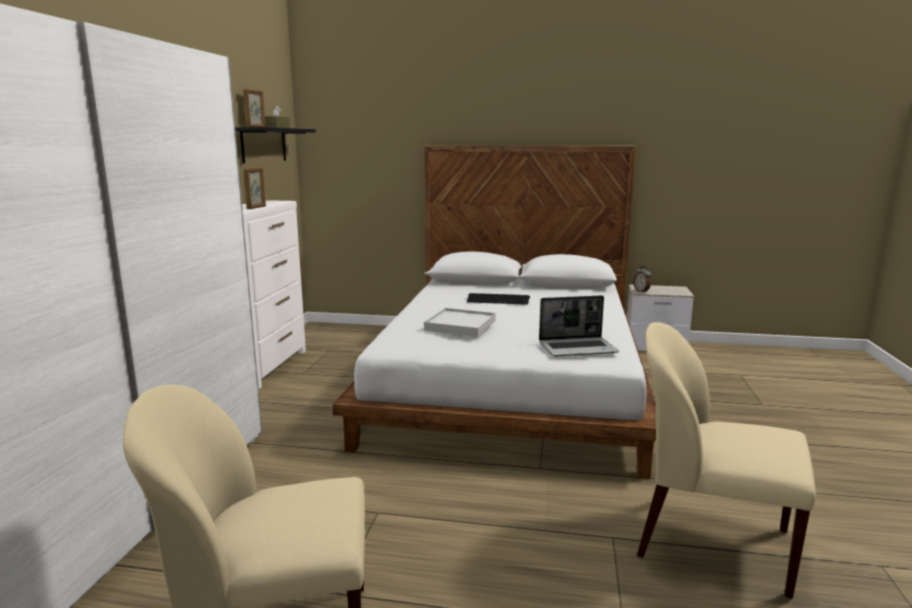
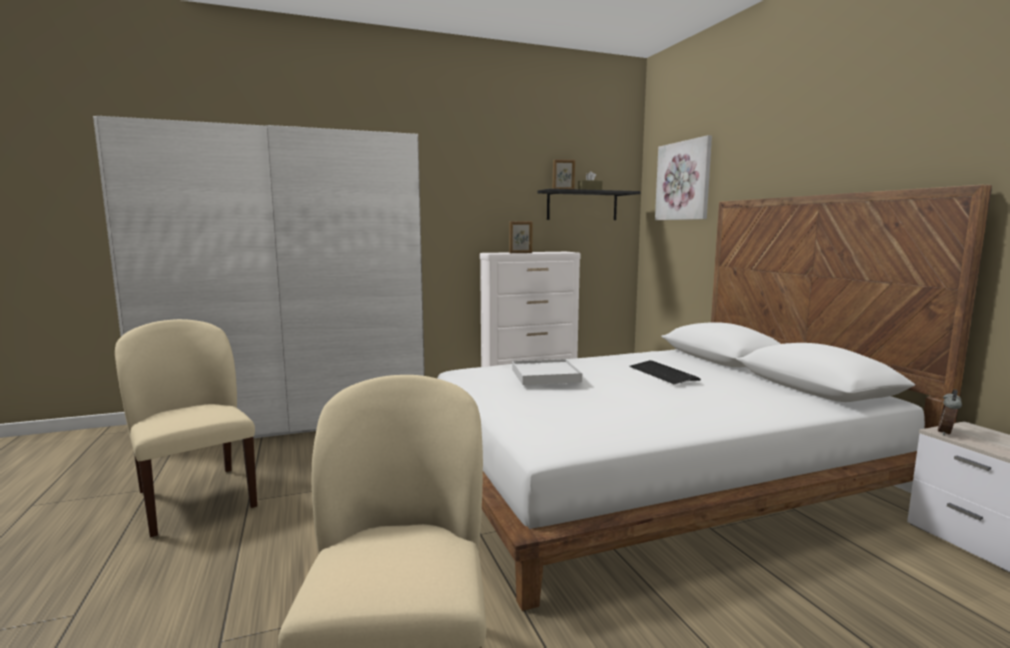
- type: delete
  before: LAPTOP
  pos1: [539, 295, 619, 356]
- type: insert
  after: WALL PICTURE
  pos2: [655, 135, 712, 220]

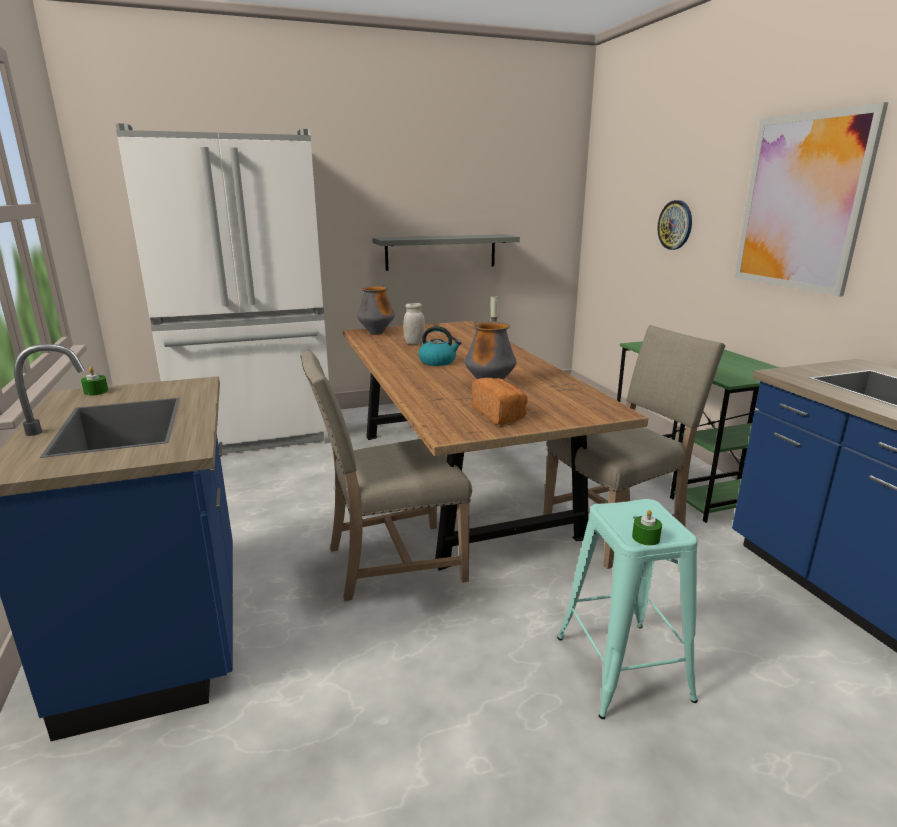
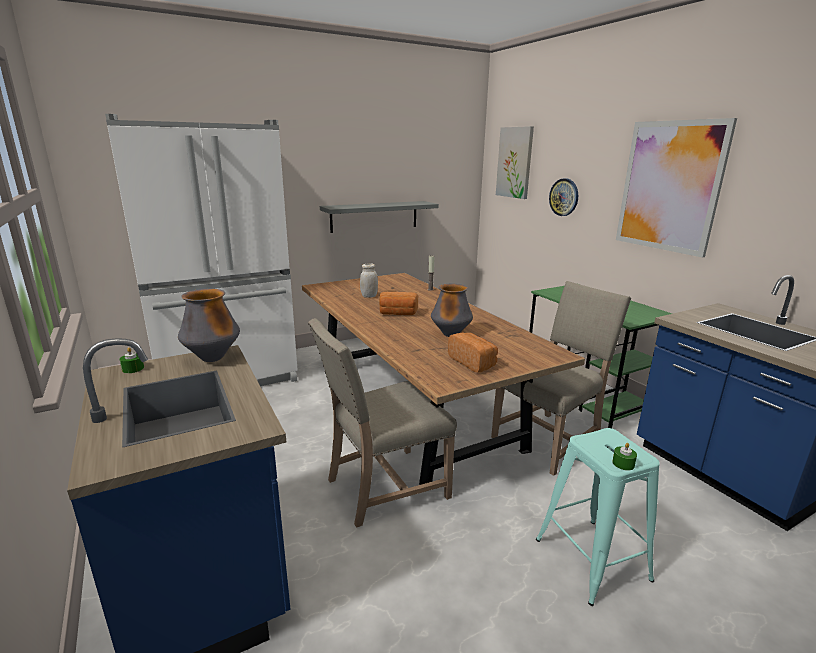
- type: move
  before: VASE
  pos1: [357, 286, 395, 335]
  pos2: [178, 289, 240, 362]
- type: replace
  before: WATER KETTLE
  after: BREAD
  pos1: [418, 326, 461, 366]
  pos2: [379, 292, 418, 315]
- type: insert
  after: WALL PICTURE
  pos2: [496, 126, 534, 199]

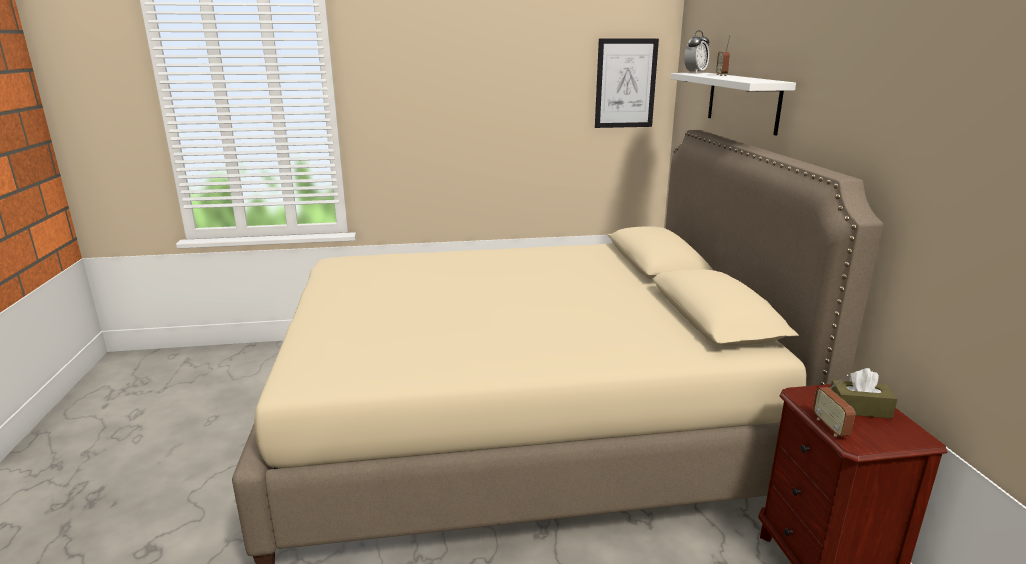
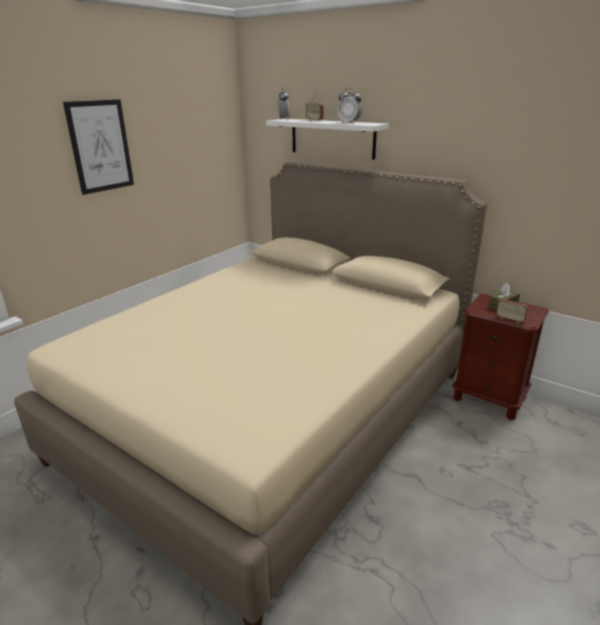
- type: move
  before: WALL PICTURE
  pos1: [595, 39, 659, 128]
  pos2: [63, 99, 134, 195]
- type: insert
  after: BEDSIDE CLOCK
  pos2: [337, 87, 362, 124]

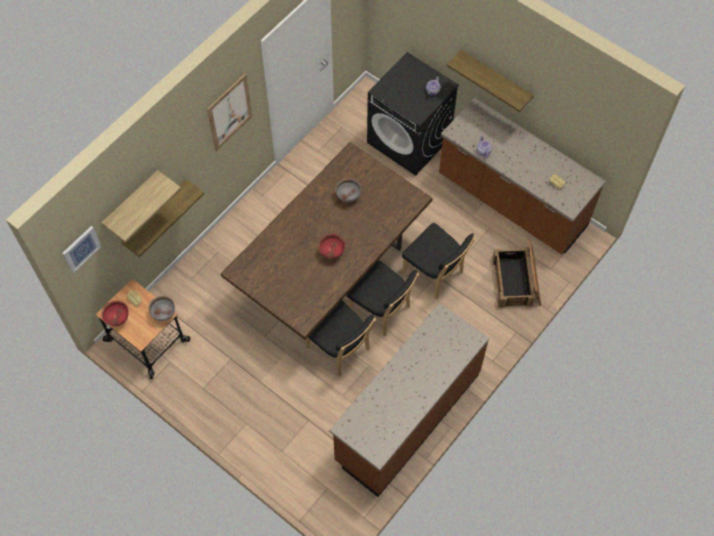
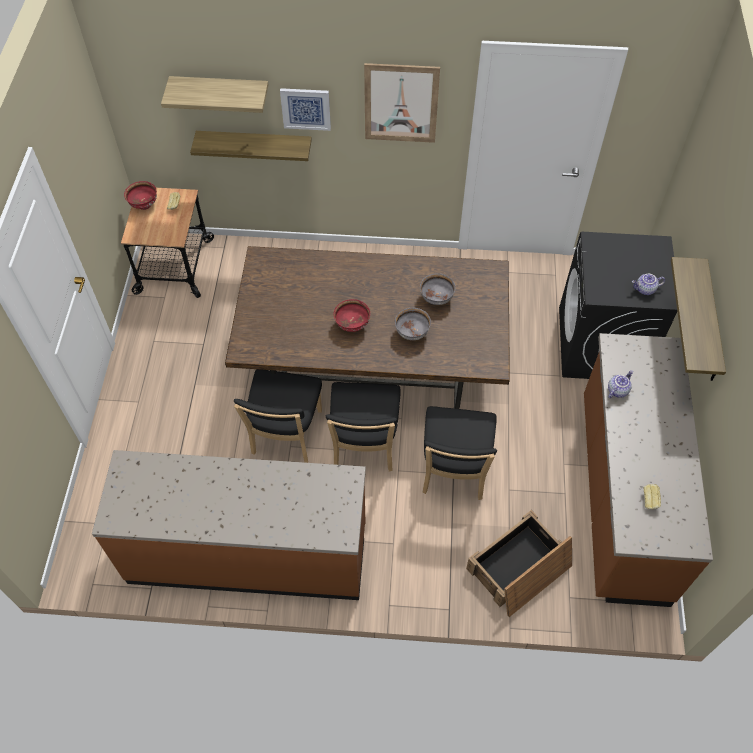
- type: move
  before: WALL PICTURE
  pos1: [63, 226, 101, 273]
  pos2: [280, 88, 331, 131]
- type: move
  before: GREY SERVING BOWL
  pos1: [148, 296, 175, 321]
  pos2: [395, 308, 431, 340]

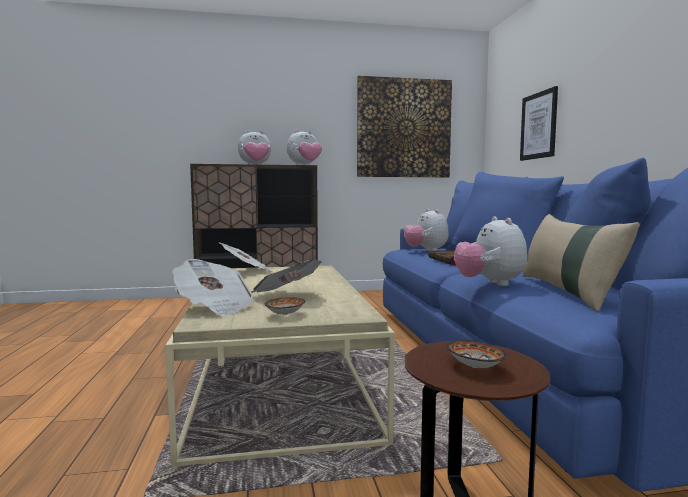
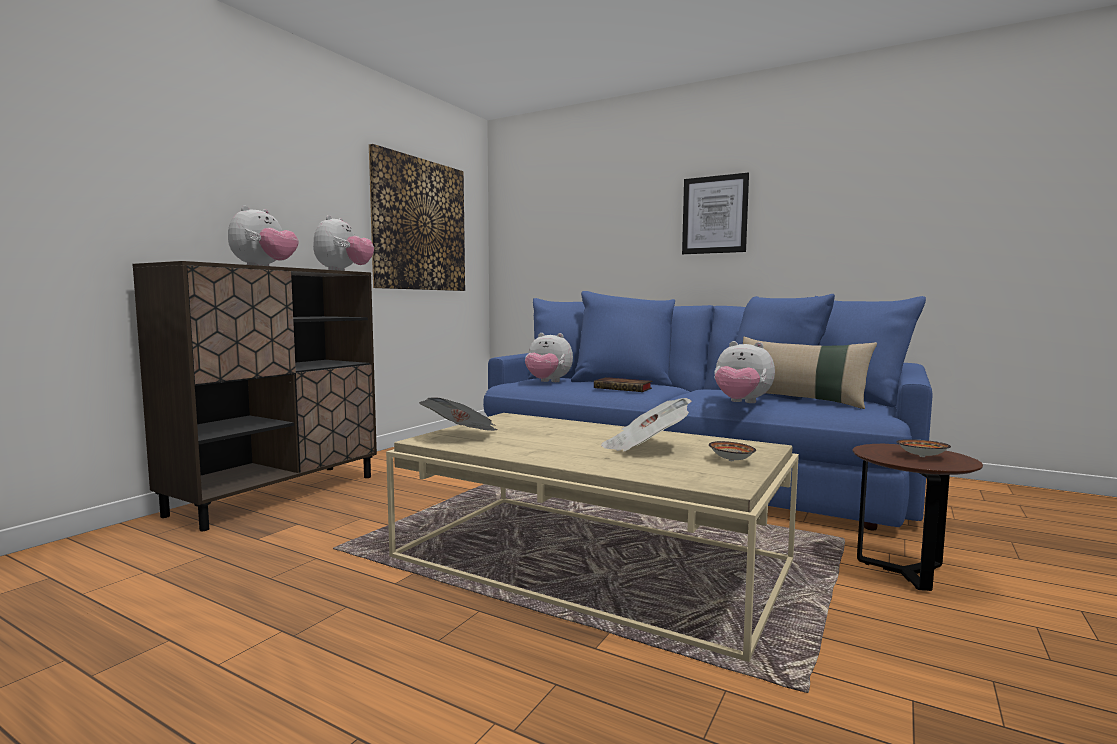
- type: delete
  before: NEWSPAPER
  pos1: [172, 259, 255, 317]
- type: move
  before: WALL PICTURE
  pos1: [520, 86, 558, 161]
  pos2: [682, 173, 749, 254]

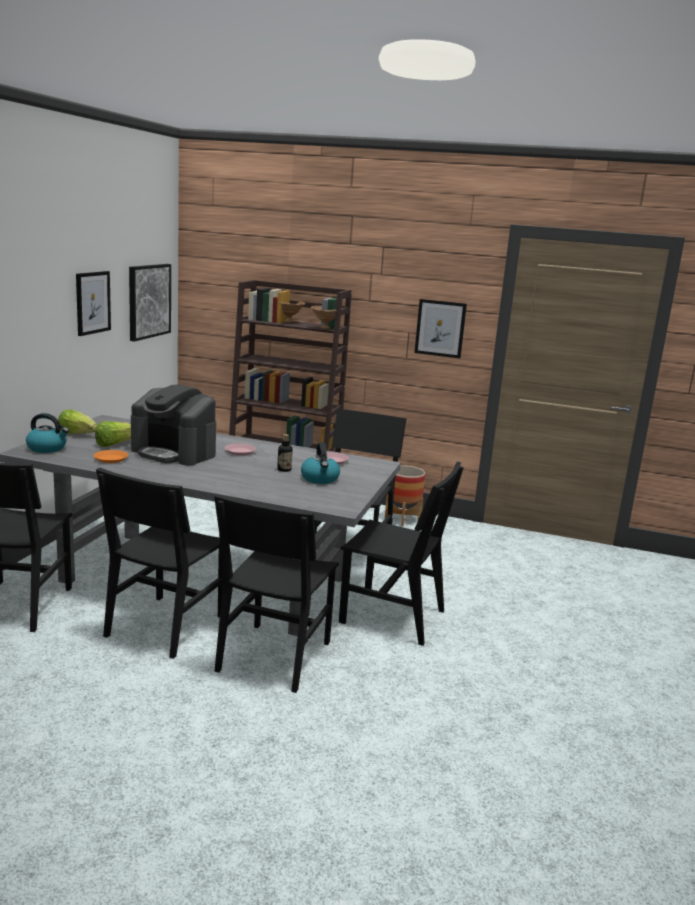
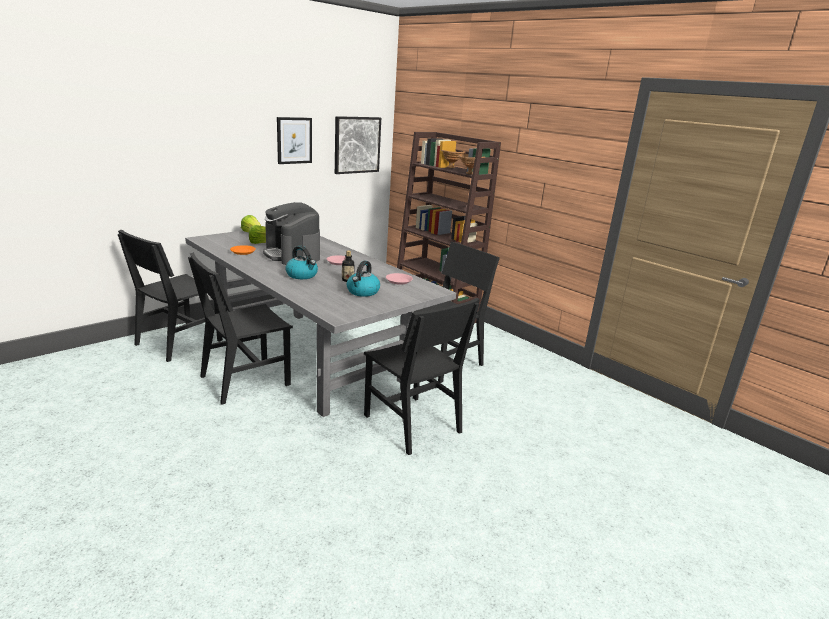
- type: move
  before: WATER KETTLE
  pos1: [26, 413, 69, 453]
  pos2: [285, 246, 318, 279]
- type: delete
  before: BLACK-COLOURED CHAIR
  pos1: [214, 494, 339, 693]
- type: delete
  before: PLANT POT
  pos1: [385, 465, 425, 526]
- type: delete
  before: WALL PICTURE
  pos1: [414, 299, 467, 358]

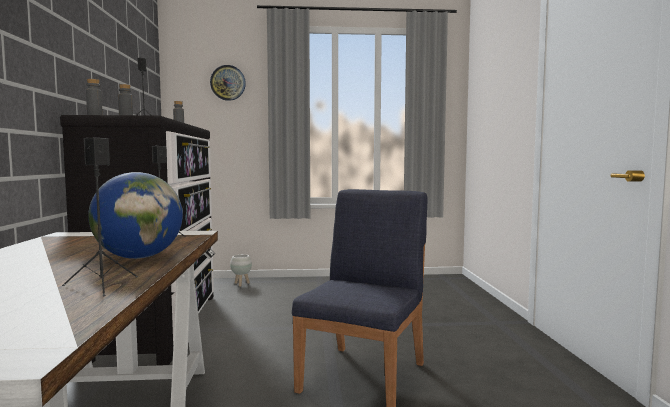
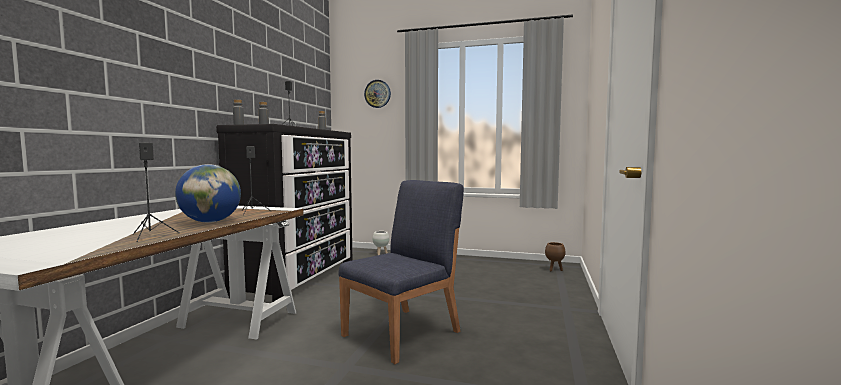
- type: insert
  after: BROWNISH PLANT POT
  pos2: [545, 242, 566, 271]

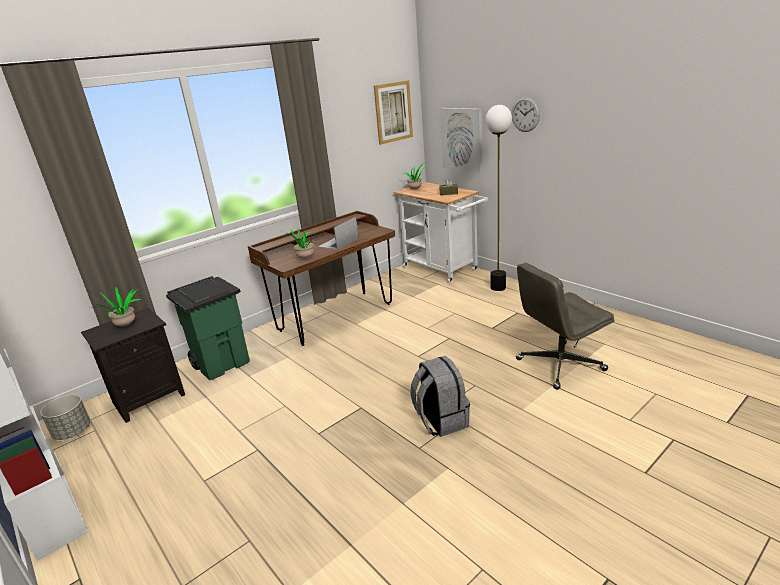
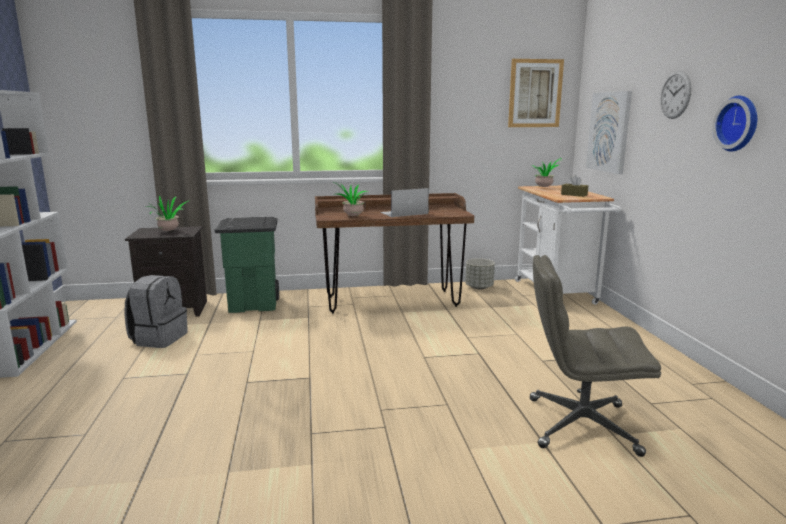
- type: move
  before: GREY PLANT POT
  pos1: [40, 395, 90, 440]
  pos2: [465, 258, 495, 289]
- type: move
  before: GREY RUCKSACK
  pos1: [411, 356, 470, 437]
  pos2: [124, 275, 188, 348]
- type: delete
  before: STANDARD LAMP
  pos1: [485, 105, 512, 291]
- type: insert
  after: WALL CLOCK
  pos2: [712, 96, 757, 152]

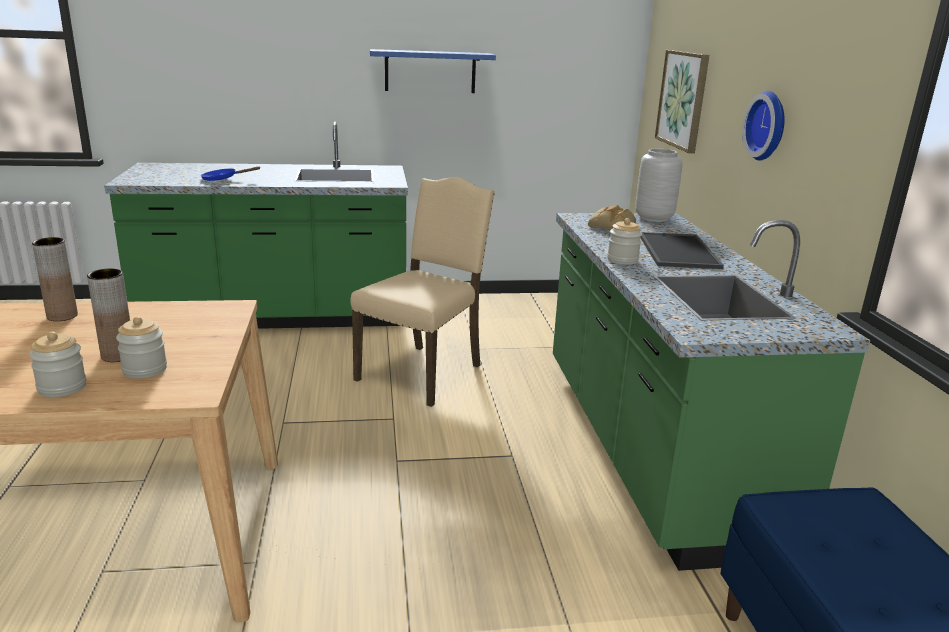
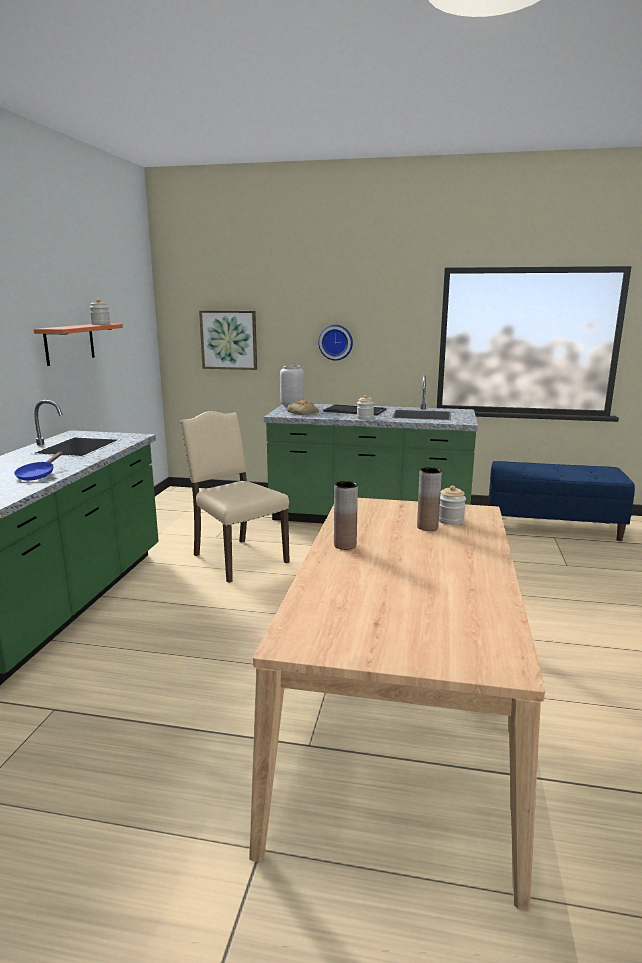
- type: move
  before: JAR
  pos1: [29, 332, 86, 397]
  pos2: [90, 299, 110, 325]
- type: recolor
  before: BLUE SHELF
  after: ORANGE-COLOURED SHELF
  pos1: [370, 49, 496, 93]
  pos2: [34, 324, 123, 366]

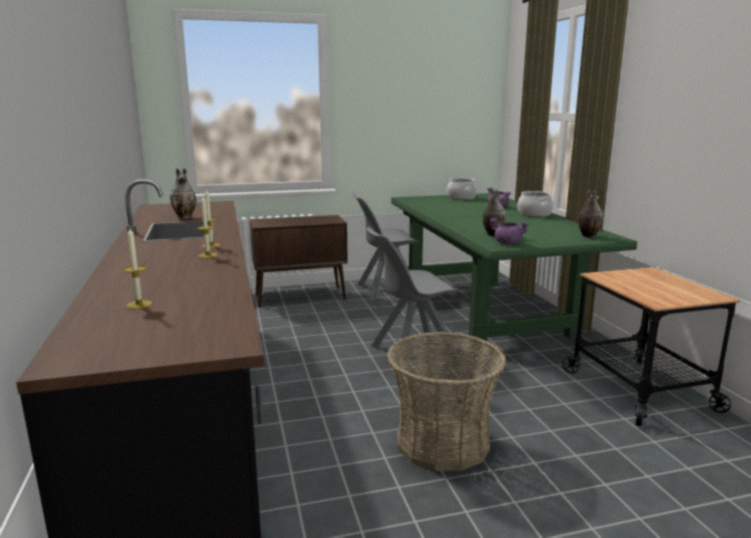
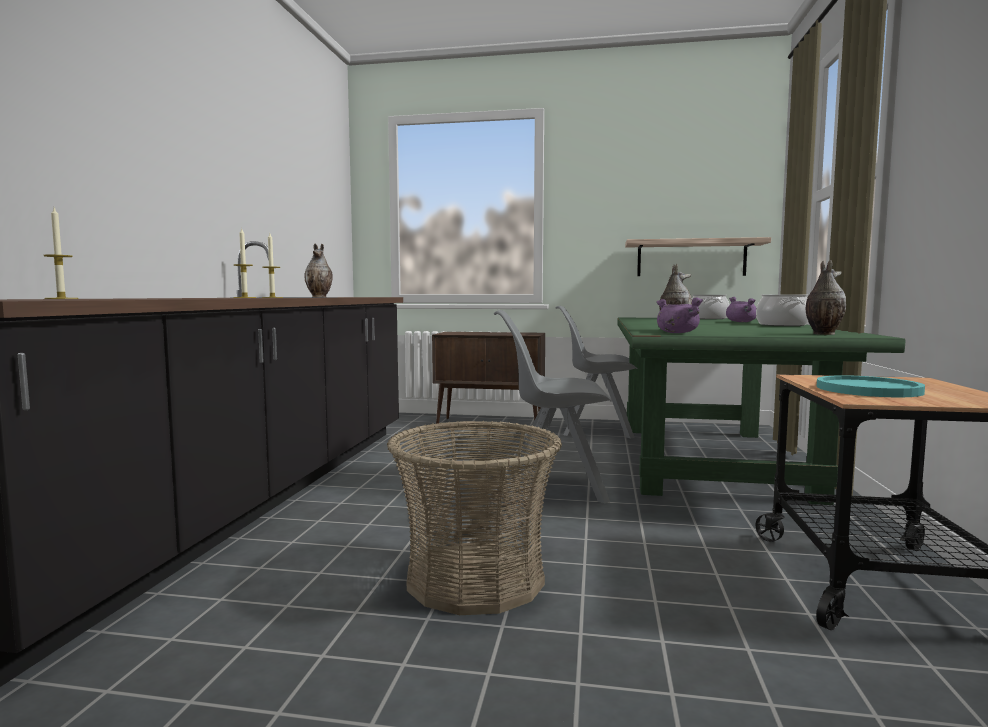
- type: insert
  after: SHELF
  pos2: [625, 237, 771, 276]
- type: insert
  after: TURQUOISE-COLOURED FLAT DISH
  pos2: [817, 375, 925, 397]

